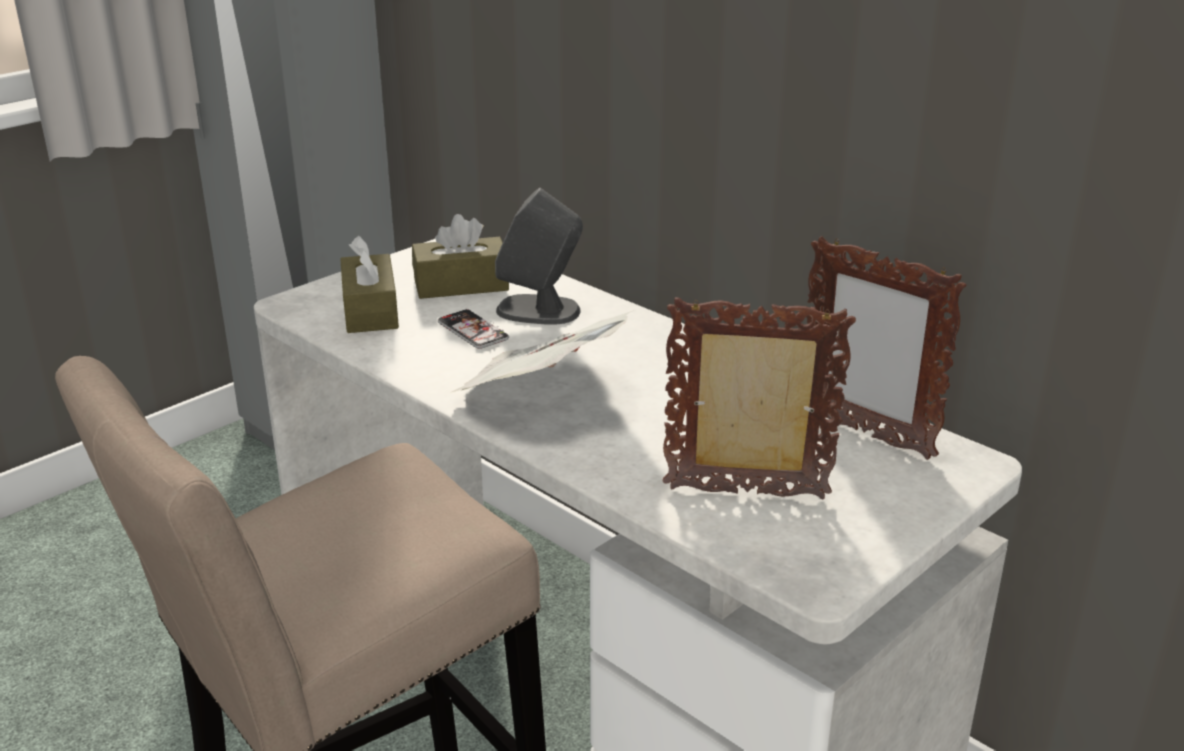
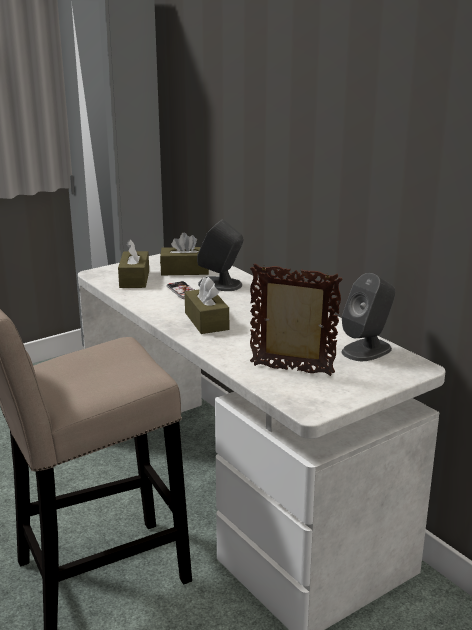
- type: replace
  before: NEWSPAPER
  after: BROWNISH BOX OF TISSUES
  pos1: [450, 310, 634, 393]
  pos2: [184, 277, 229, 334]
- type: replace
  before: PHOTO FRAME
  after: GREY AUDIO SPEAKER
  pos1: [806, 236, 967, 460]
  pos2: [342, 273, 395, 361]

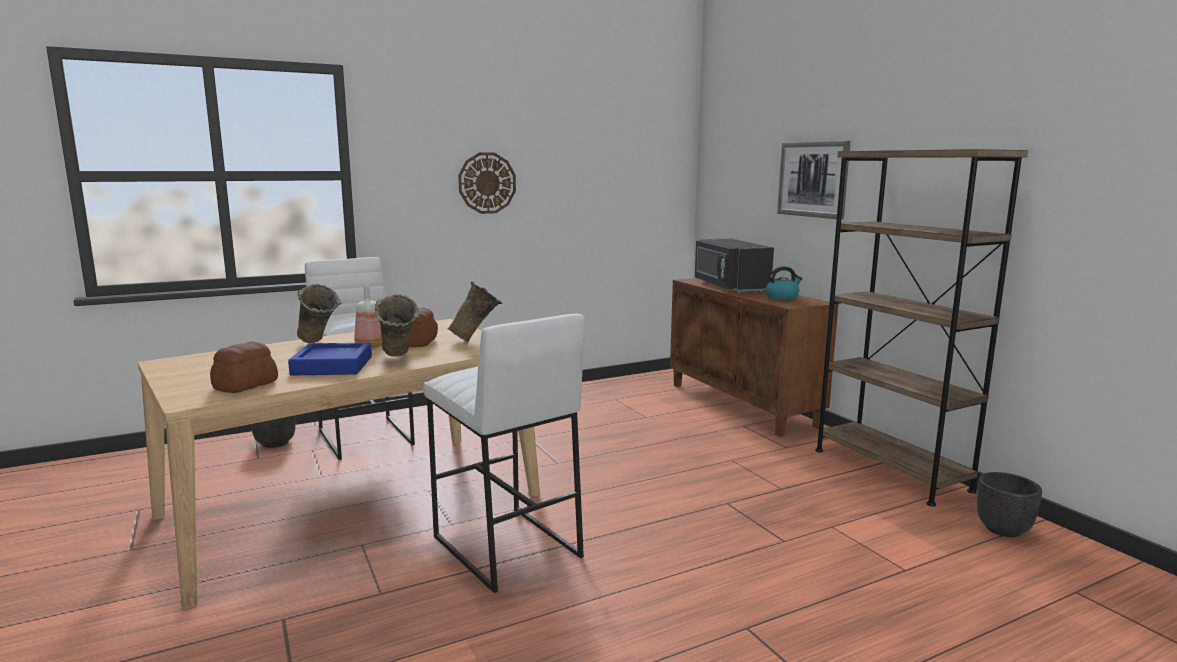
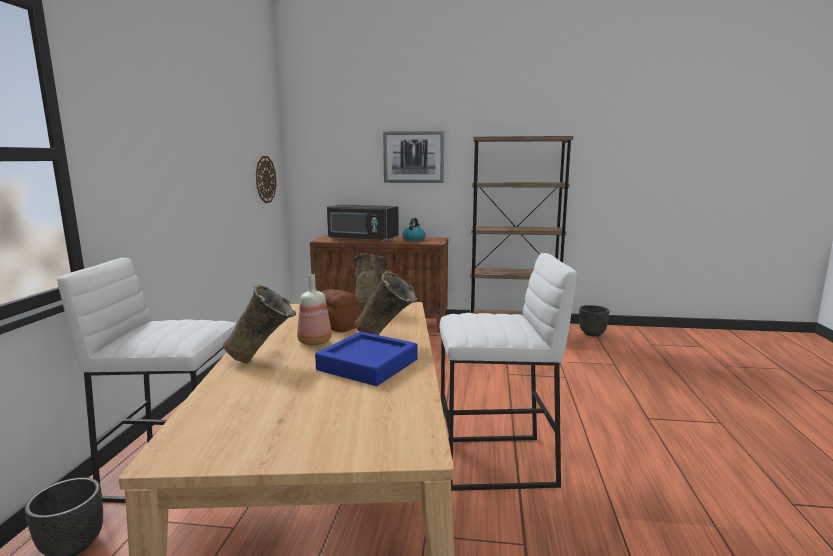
- type: delete
  before: BREAD
  pos1: [210, 341, 278, 393]
- type: move
  before: WALL CLOCK
  pos1: [458, 152, 516, 214]
  pos2: [256, 156, 277, 203]

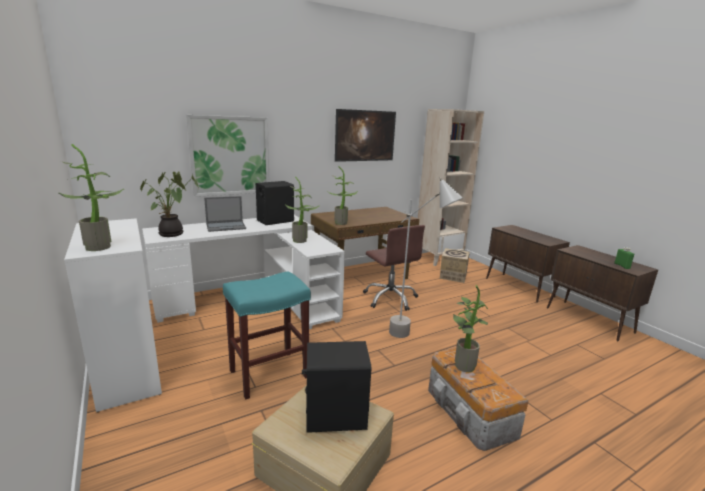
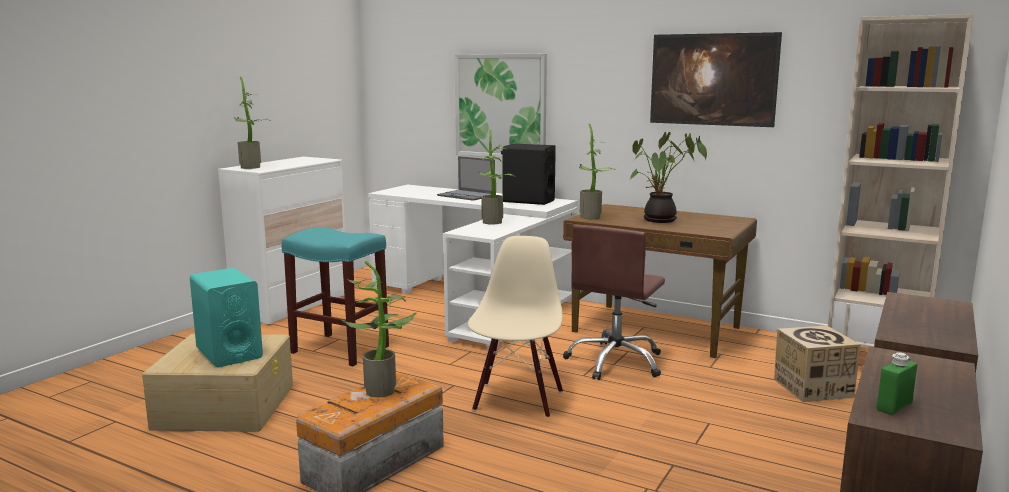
- type: move
  before: PLANT IN A POT
  pos1: [140, 171, 199, 237]
  pos2: [630, 132, 707, 223]
- type: recolor
  before: BLACK-COLOURED AUDIO SPEAKER
  after: TURQUOISE-COLOURED AUDIO SPEAKER
  pos1: [302, 341, 371, 433]
  pos2: [190, 268, 263, 367]
- type: replace
  before: GREY STANDARD LAMP
  after: SAND-COLOURED CHAIR
  pos1: [389, 177, 463, 338]
  pos2: [468, 236, 563, 418]

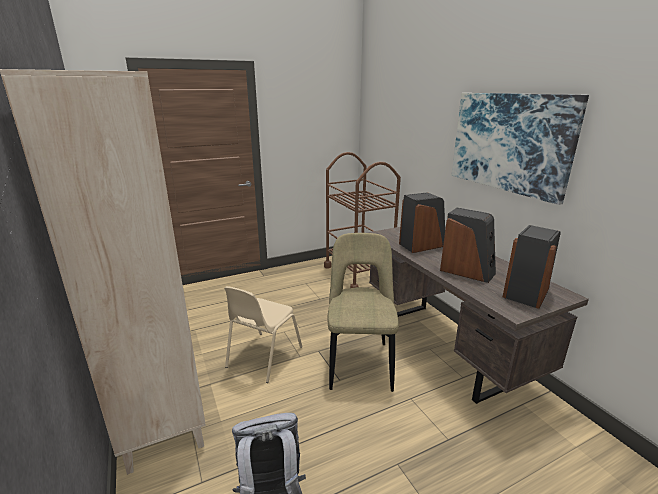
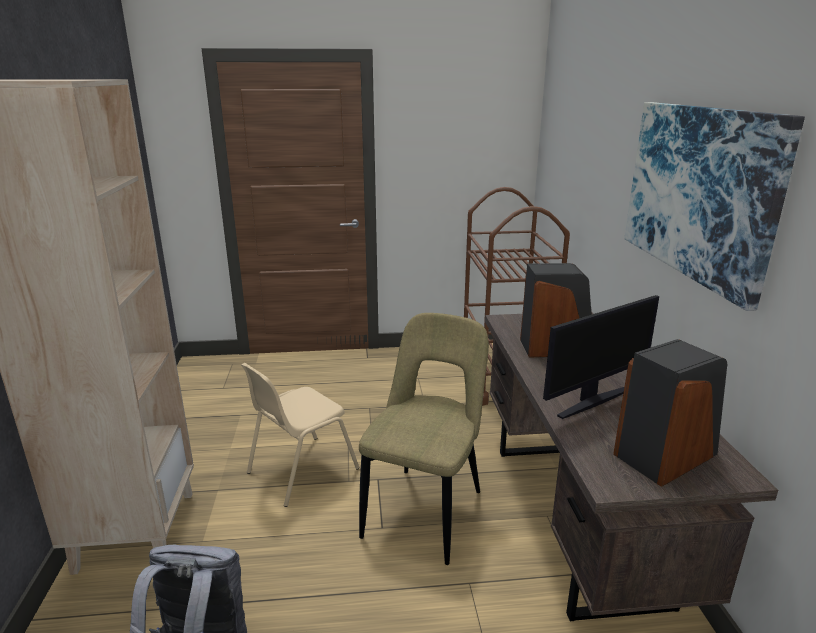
- type: replace
  before: AUDIO SPEAKER
  after: MONITOR
  pos1: [440, 208, 496, 283]
  pos2: [543, 295, 659, 419]

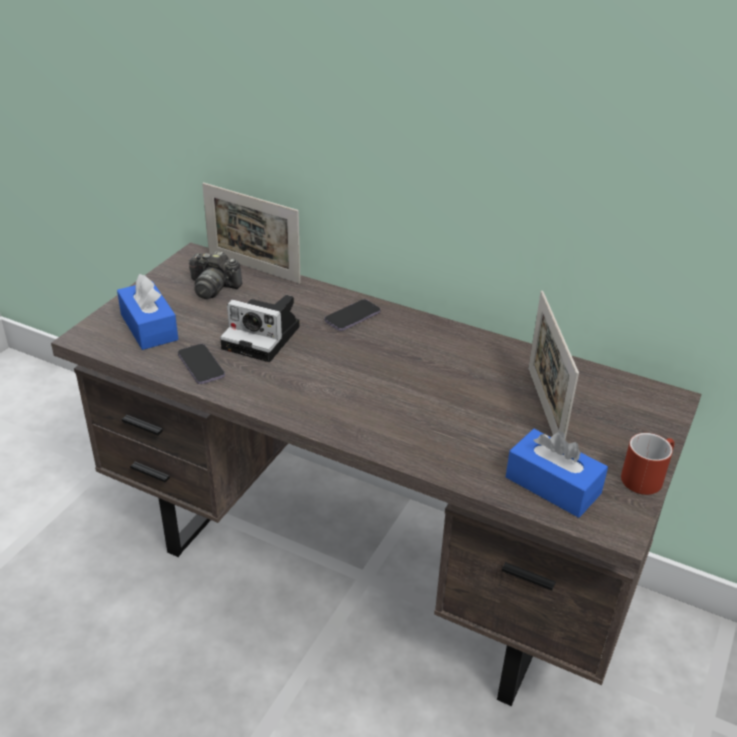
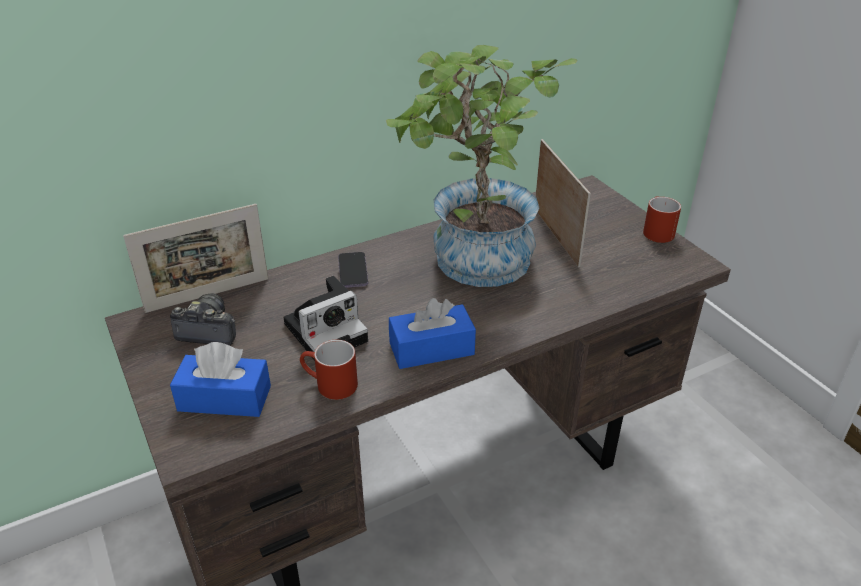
- type: replace
  before: TELEPHONE
  after: RED COFFEE MUG
  pos1: [178, 344, 225, 384]
  pos2: [300, 340, 358, 400]
- type: rotate
  before: PHOTO CAMERA
  pos1: [189, 251, 242, 299]
  pos2: [170, 293, 236, 346]
  turn: -135
- type: move
  before: BLUE BOX OF TISSUES
  pos1: [506, 429, 608, 518]
  pos2: [389, 298, 476, 369]
- type: rotate
  before: PHOTO FRAME
  pos1: [528, 291, 579, 440]
  pos2: [536, 139, 591, 267]
  turn: -135
- type: insert
  after: PLANT IN A POT
  pos2: [386, 45, 578, 287]

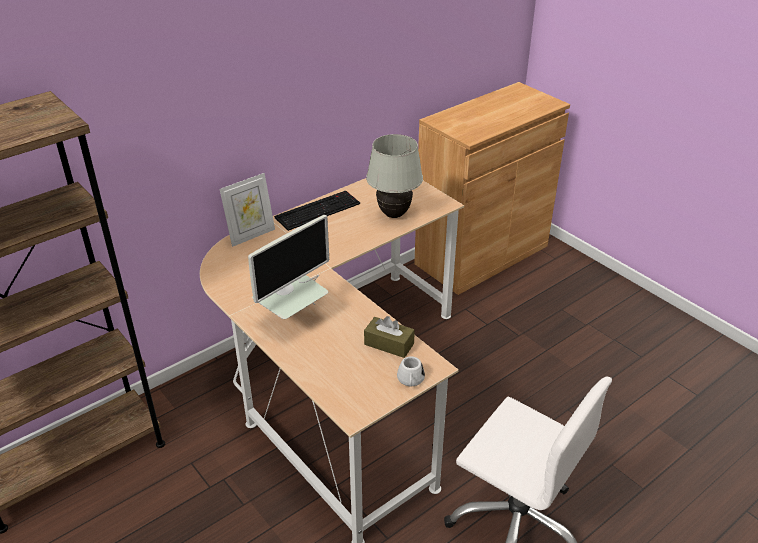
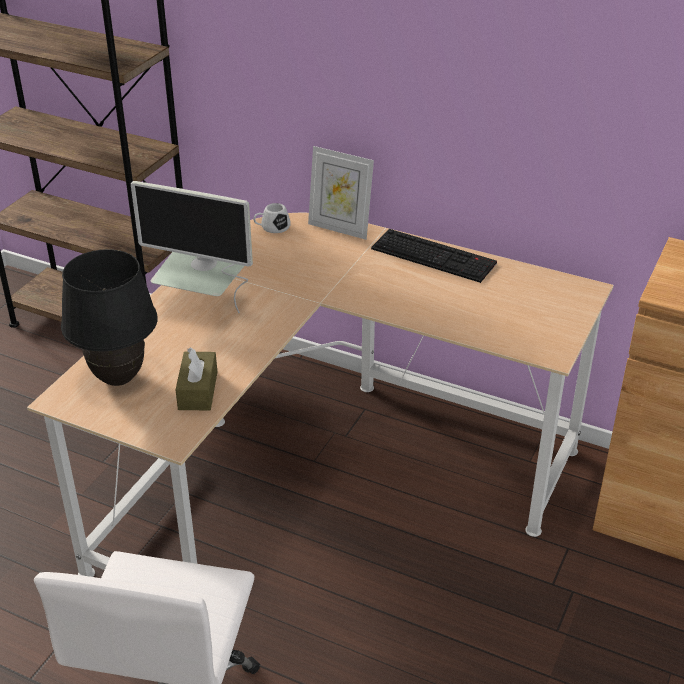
- type: delete
  before: WHITE LAMP FOR A TABLE
  pos1: [366, 134, 423, 218]
- type: move
  before: WHITE COFFEE MUG
  pos1: [397, 356, 425, 386]
  pos2: [254, 203, 291, 233]
- type: insert
  after: BLACK-COLOURED LAMP FOR A TABLE
  pos2: [61, 249, 158, 386]

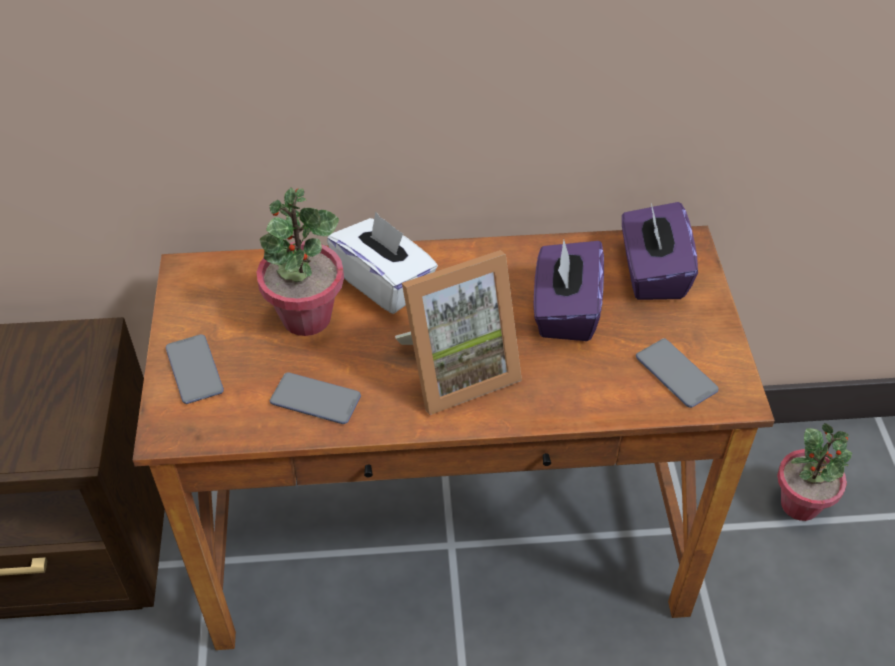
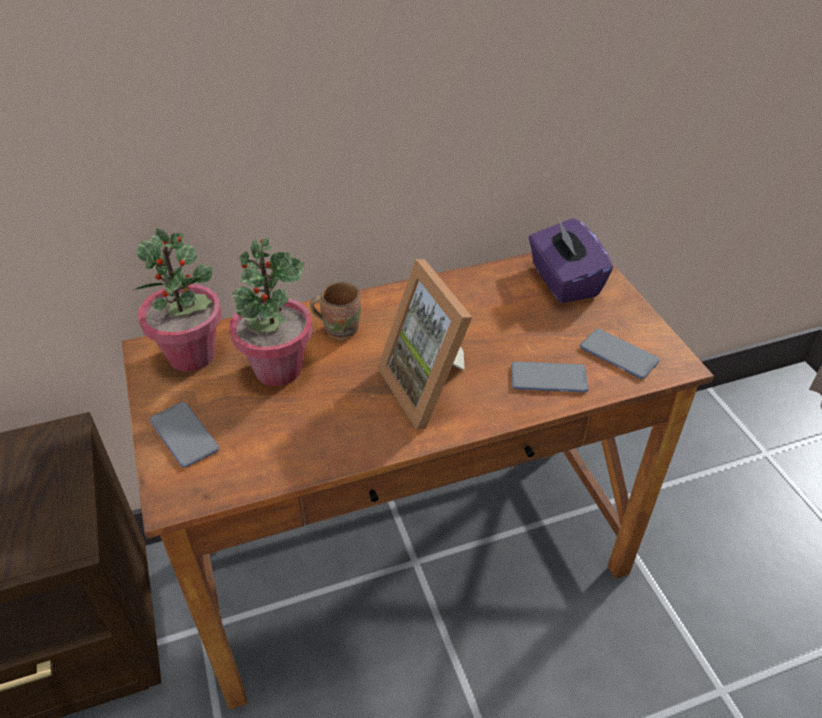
- type: move
  before: TELEPHONE
  pos1: [269, 372, 361, 424]
  pos2: [511, 362, 589, 393]
- type: replace
  before: WHITE BOX OF TISSUES
  after: BROWNISH COFFEE MUG
  pos1: [327, 212, 438, 314]
  pos2: [310, 282, 361, 340]
- type: rotate
  before: PHOTO FRAME
  pos1: [395, 250, 522, 415]
  pos2: [378, 259, 472, 430]
  turn: 105
- type: delete
  before: PURPLISH BOX OF TISSUES
  pos1: [534, 240, 604, 341]
- type: move
  before: PLANT IN A POT
  pos1: [777, 423, 852, 521]
  pos2: [133, 229, 222, 371]

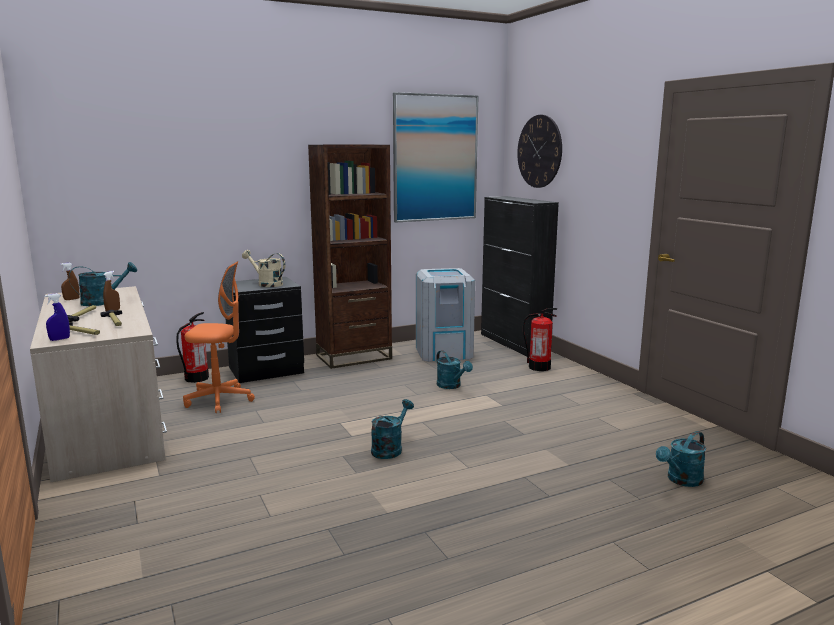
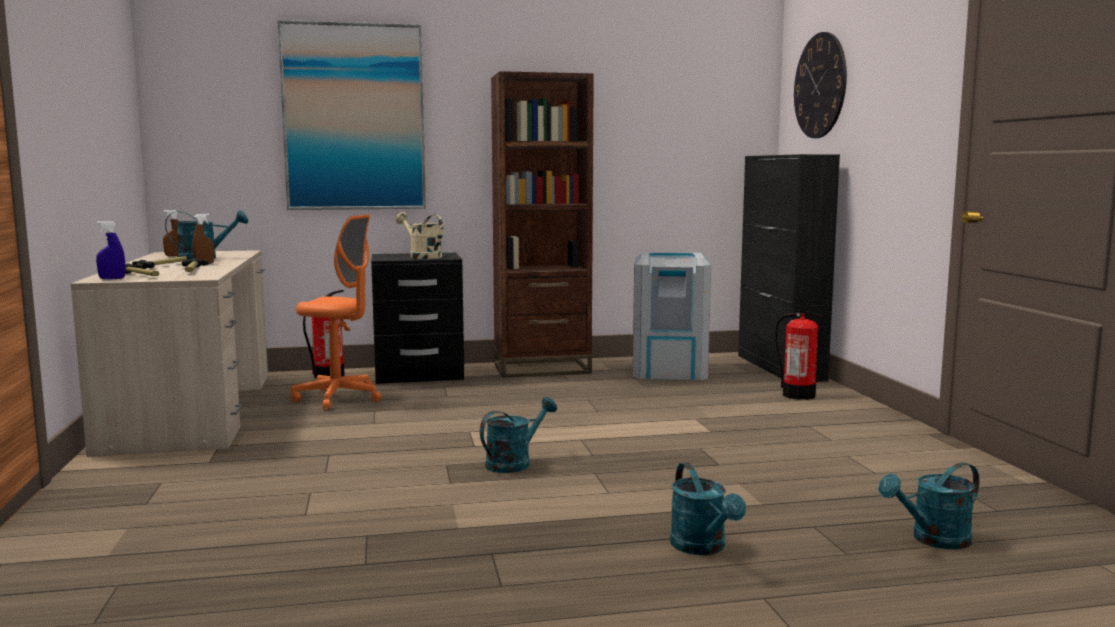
- type: move
  before: WALL PICTURE
  pos1: [393, 92, 478, 222]
  pos2: [278, 20, 426, 210]
- type: move
  before: TURQUOISE-COLOURED WATERING POT
  pos1: [436, 350, 473, 389]
  pos2: [670, 462, 746, 555]

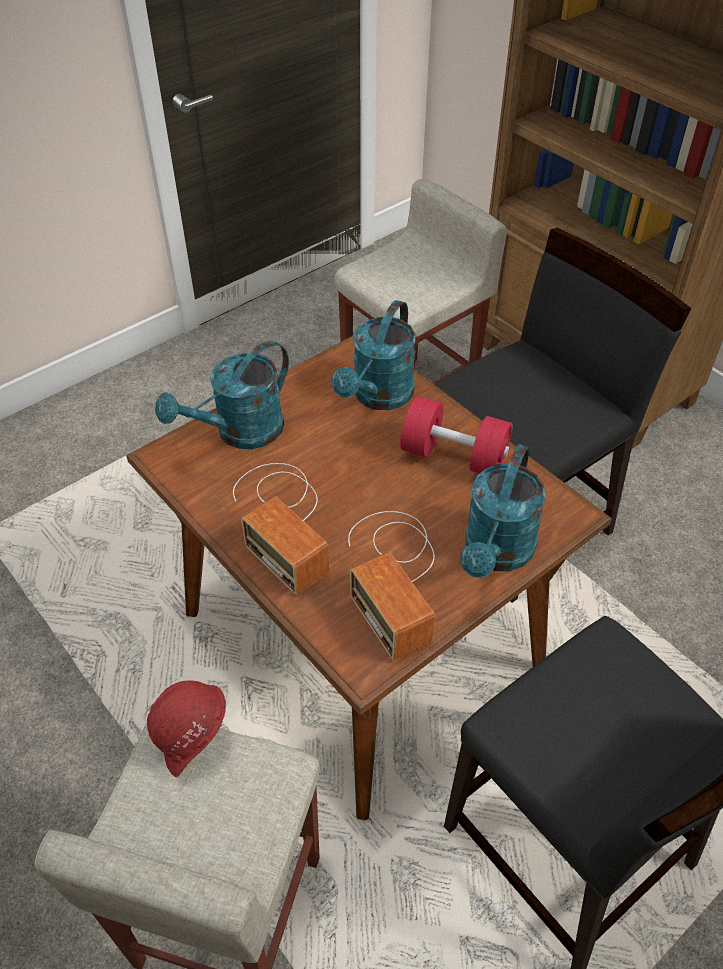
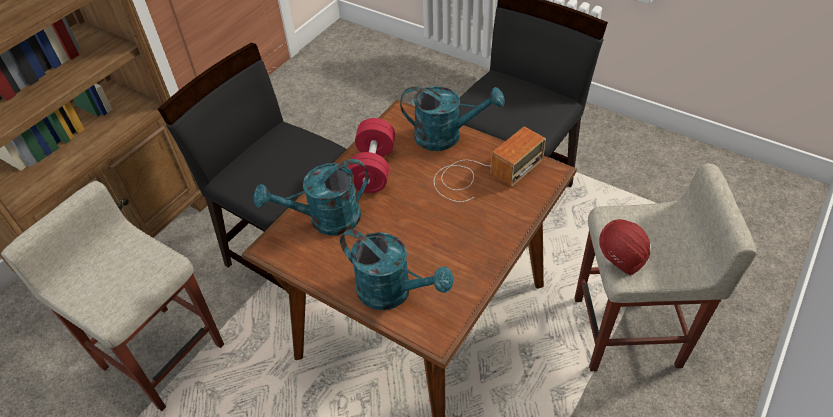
- type: delete
  before: RADIO RECEIVER
  pos1: [233, 463, 329, 595]
- type: rotate
  before: TURQUOISE-COLOURED WATERING POT
  pos1: [332, 300, 416, 410]
  pos2: [254, 159, 368, 235]
  turn: 150

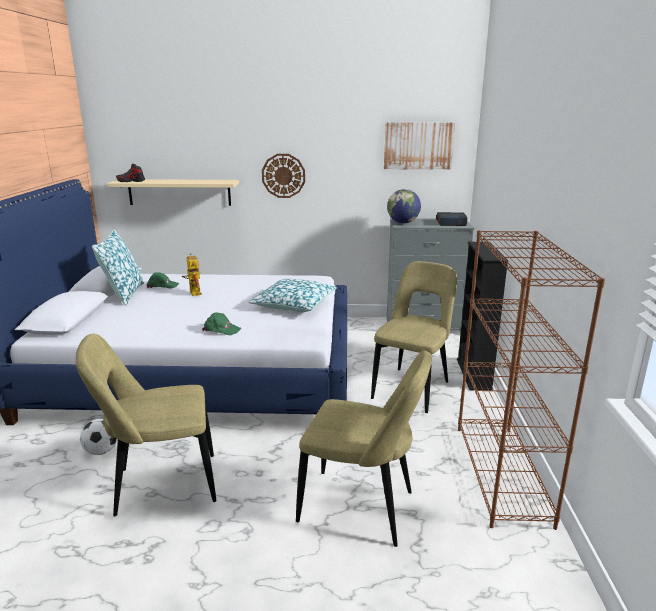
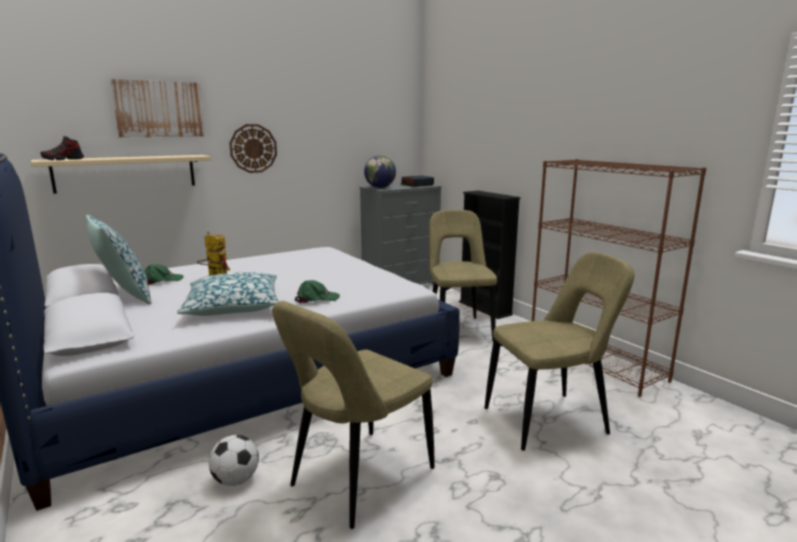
- type: move
  before: PILLOW
  pos1: [248, 279, 337, 312]
  pos2: [177, 272, 279, 316]
- type: move
  before: WALL PICTURE
  pos1: [384, 122, 455, 170]
  pos2: [110, 79, 205, 137]

